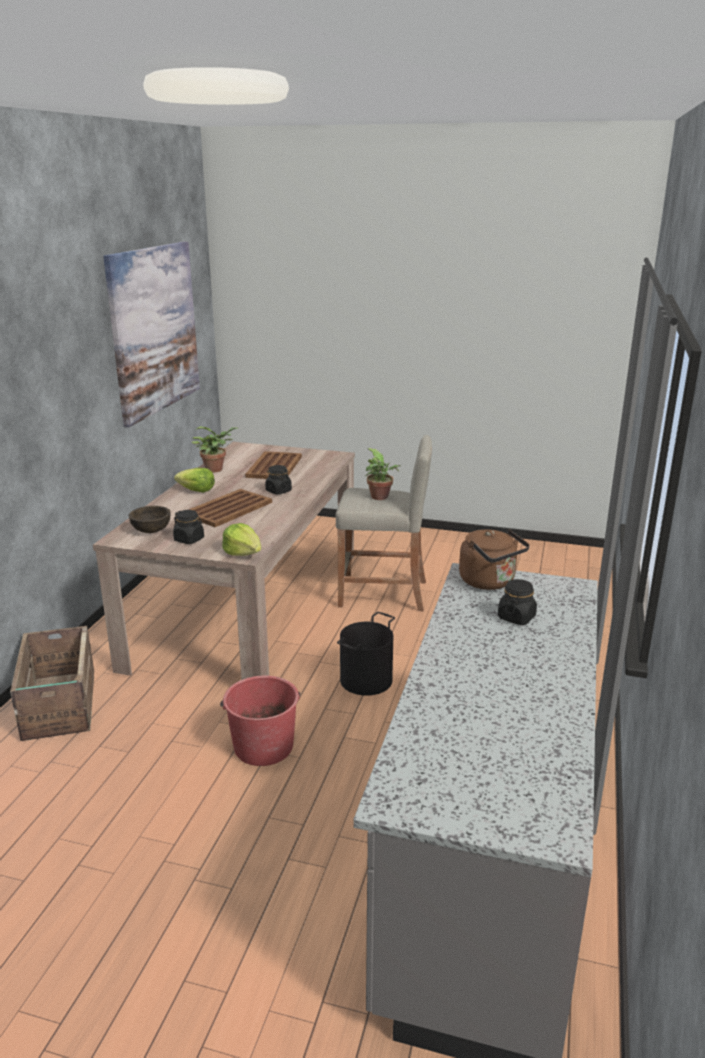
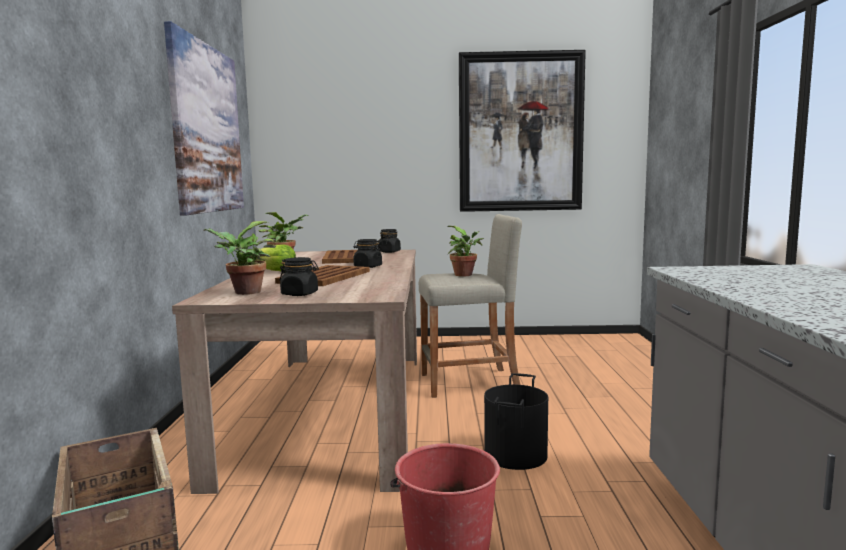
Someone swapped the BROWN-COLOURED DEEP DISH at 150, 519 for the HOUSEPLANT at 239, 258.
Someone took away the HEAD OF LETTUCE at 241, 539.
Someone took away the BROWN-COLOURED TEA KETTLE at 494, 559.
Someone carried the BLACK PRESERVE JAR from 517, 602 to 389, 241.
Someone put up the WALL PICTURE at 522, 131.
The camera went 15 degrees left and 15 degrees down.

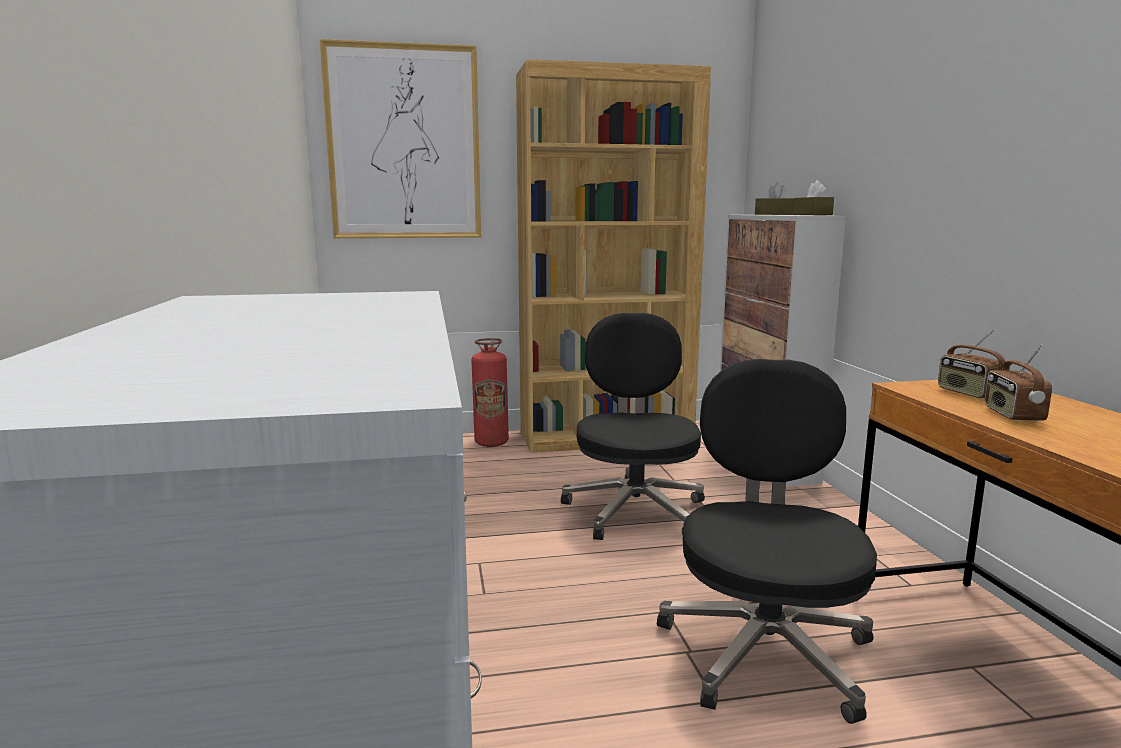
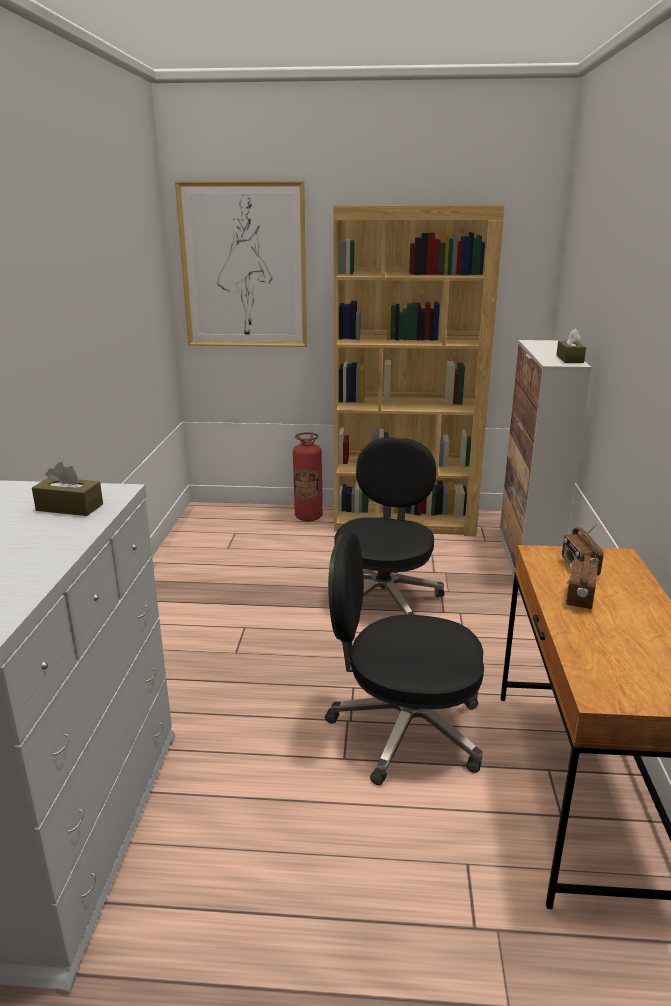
Someone carried the BROWN-COLOURED TISSUE BOX from 774, 198 to 67, 489.
Someone rotated the BLACK COMPUTER CHAIR at 767, 541 by 105 degrees counterclockwise.
The camera went 15 degrees right and 10 degrees up.

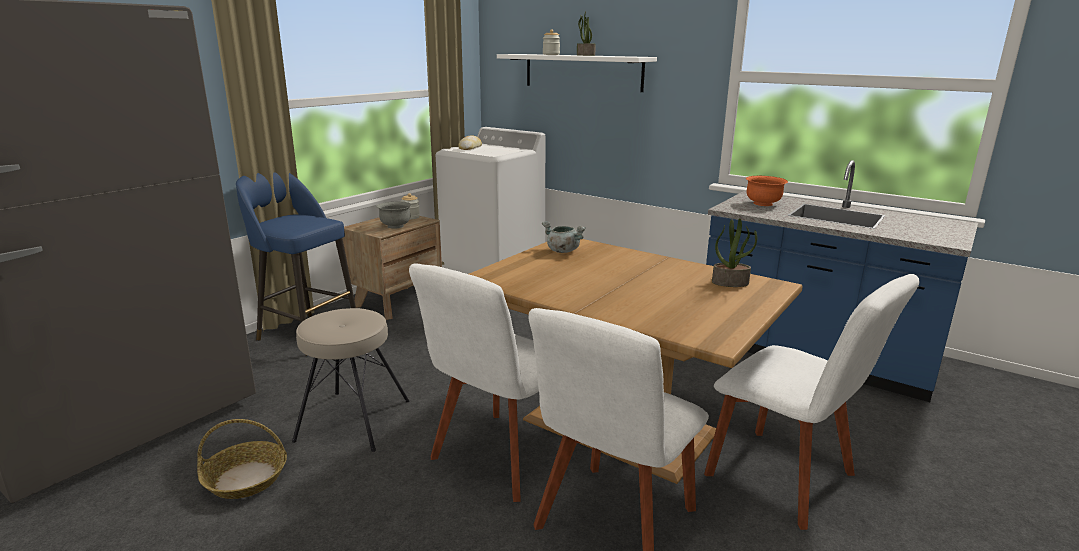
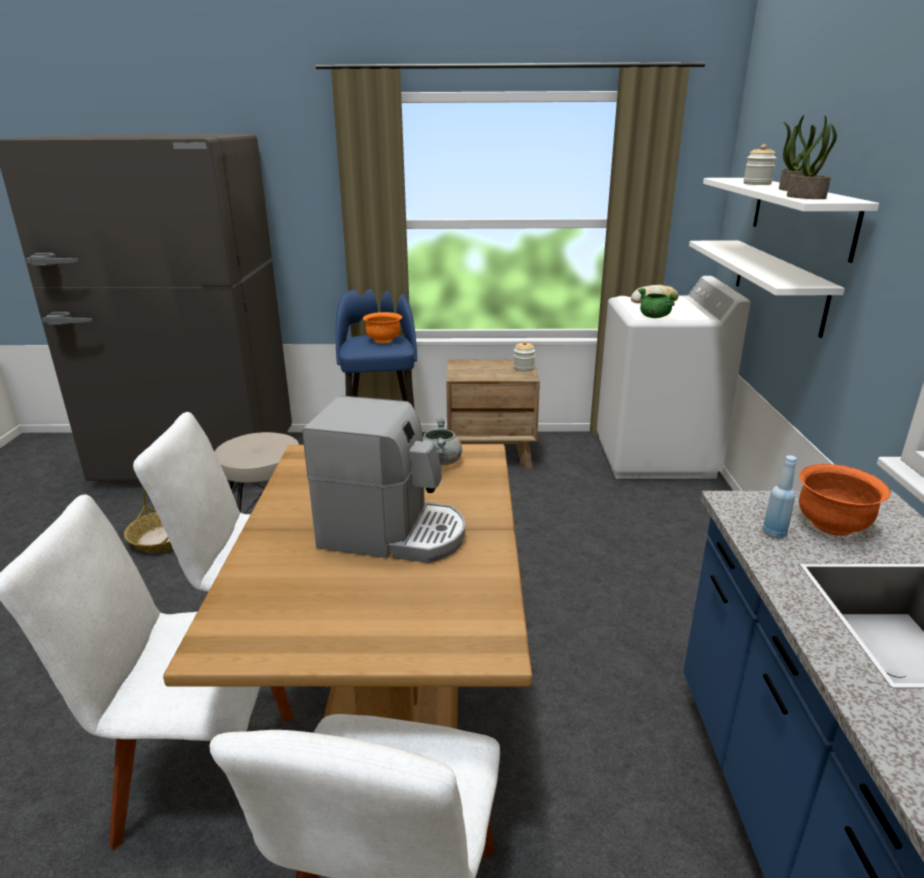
Someone took away the GRAY DEEP DISH at 394, 215.
Someone carried the HOUSEPLANT from 734, 252 to 812, 157.
Someone put up the WHITE-COLOURED BRACKET SHELF at 767, 289.
Someone put down the GREENISH STOCKPOT at 658, 303.
Someone put down the ORANGE-COLOURED DEEP DISH at 382, 327.
Someone put down the COFFEE MACHINE at 384, 479.
Someone put down the BLUE DRINK BOTTLE at 780, 497.
The camera went 55 degrees right and 5 degrees up.

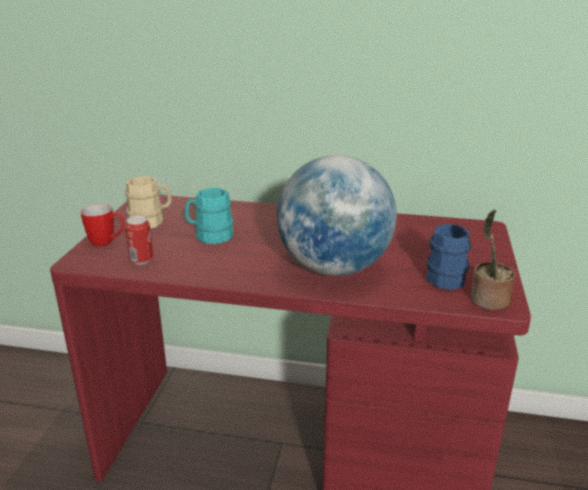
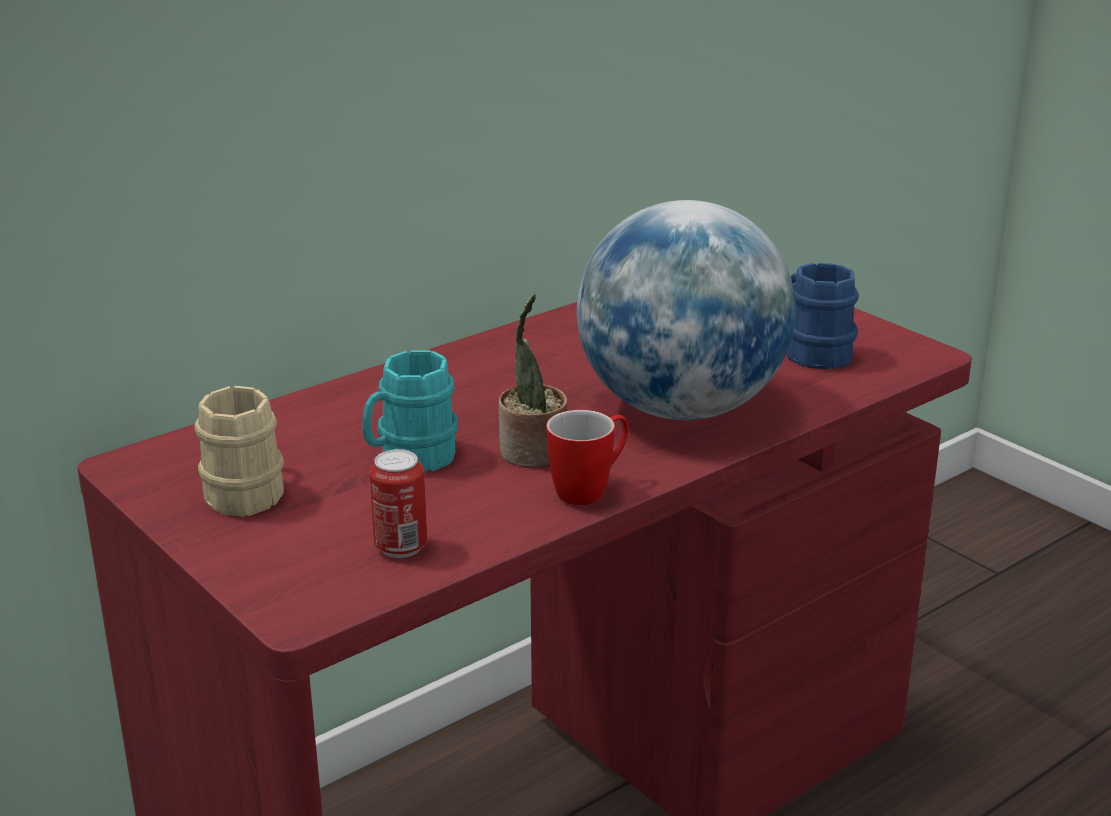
Someone carried the TEA MUG from 102, 225 to 587, 457.
Someone carried the HOUSEPLANT from 493, 259 to 533, 380.
The camera went 50 degrees left and 0 degrees up.

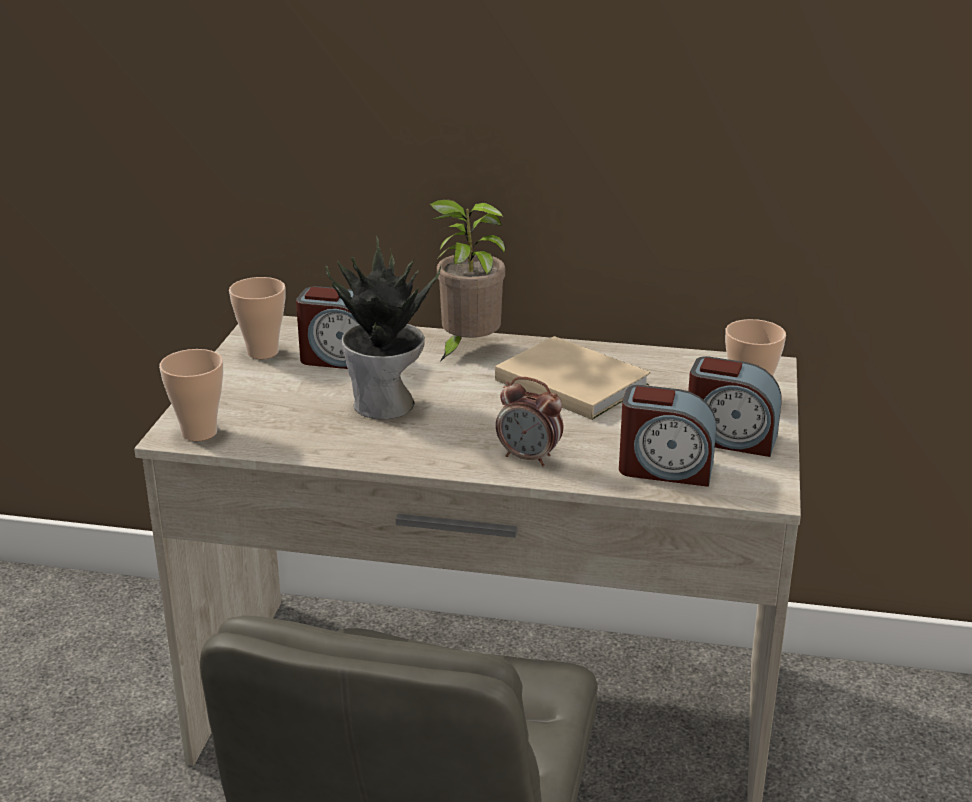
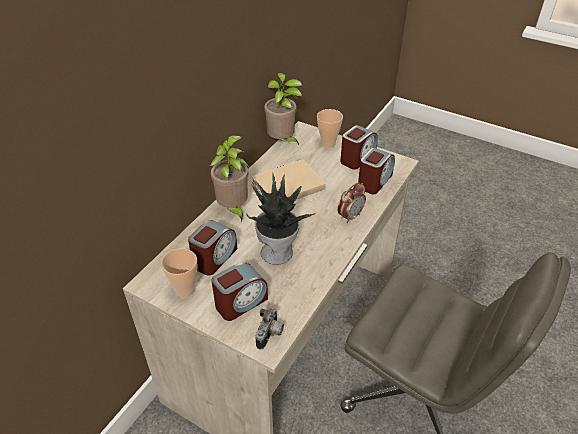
Someone swapped the DRINKING CUP at 191, 395 for the PHOTO CAMERA at 269, 328.
Someone put down the HOUSEPLANT at 283, 109.
Someone put down the BEDSIDE CLOCK at 240, 292.
The camera went 70 degrees left and 15 degrees up.

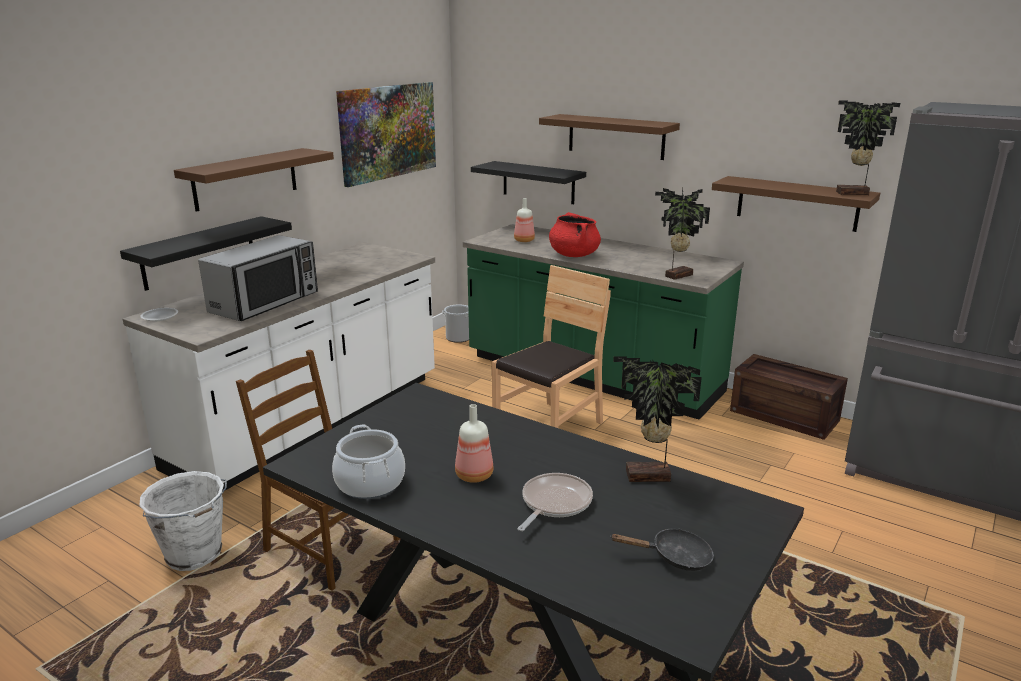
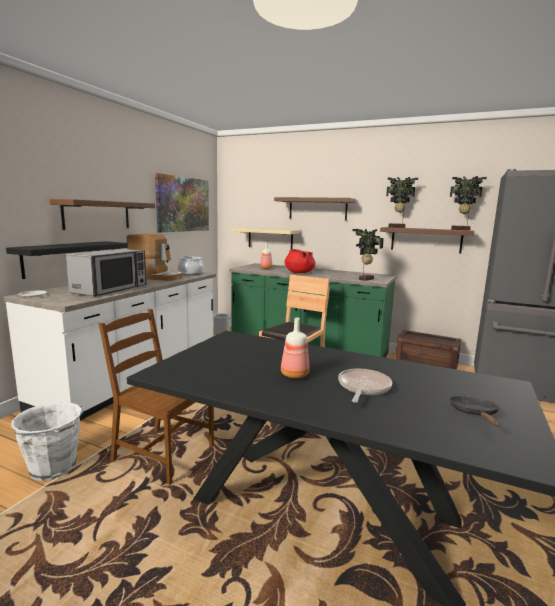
Someone repainted the BLACK BRACKET SHELF at 528, 182, which became the SAND-COLOURED BRACKET SHELF at 265, 239.
Someone carried the HOUSEPLANT from 657, 419 to 402, 202.
Someone carried the STOCKPOT from 368, 462 to 191, 265.
Someone rotated the BLACK PAN at 662, 550 by 75 degrees counterclockwise.
Someone put down the COFFEE MACHINE at 154, 257.
The camera went 10 degrees left and 10 degrees down.

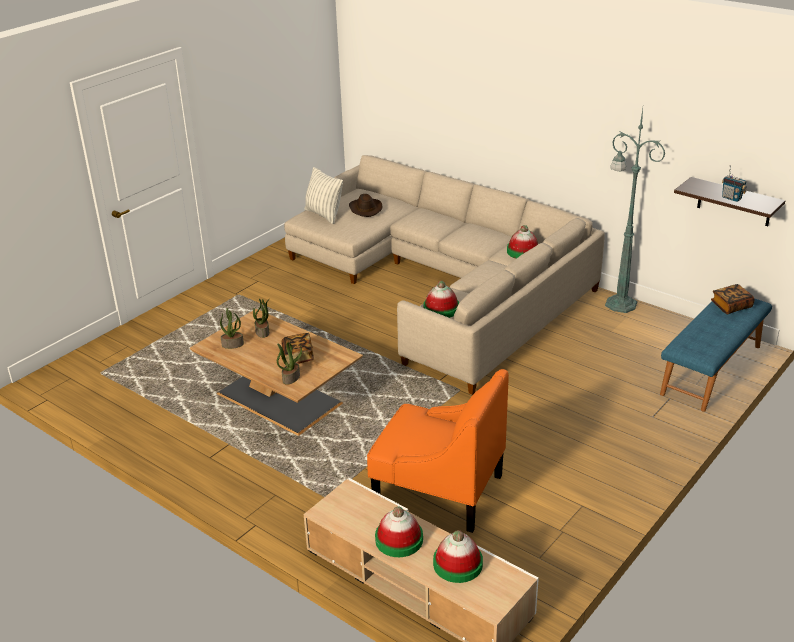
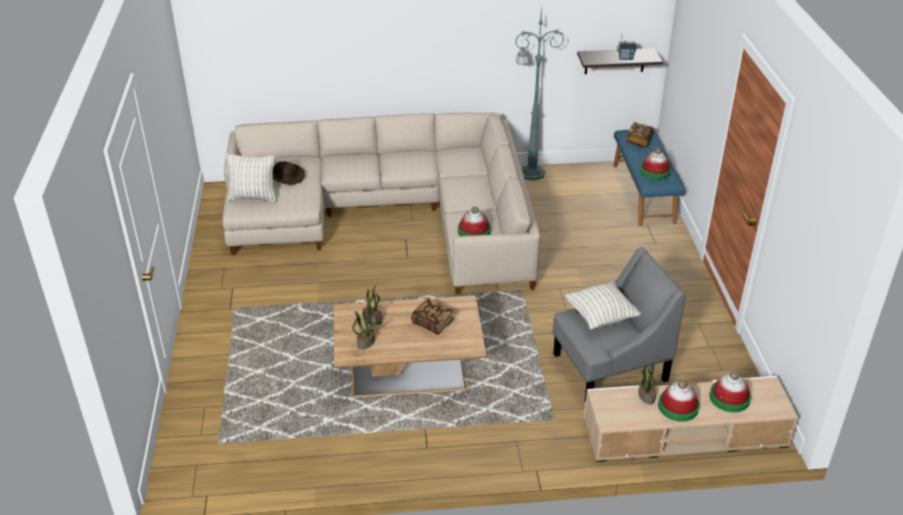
Someone carried the HAT from 522, 242 to 655, 164.
Someone carried the HOUSEPLANT from 289, 363 to 647, 383.
Someone repainted the ORANGE-COLOURED LOUNGE CHAIR at 438, 451, which became the GRAY LOUNGE CHAIR at 619, 324.
Someone put down the THROW PILLOW at 603, 305.
The camera went 45 degrees left and 5 degrees up.

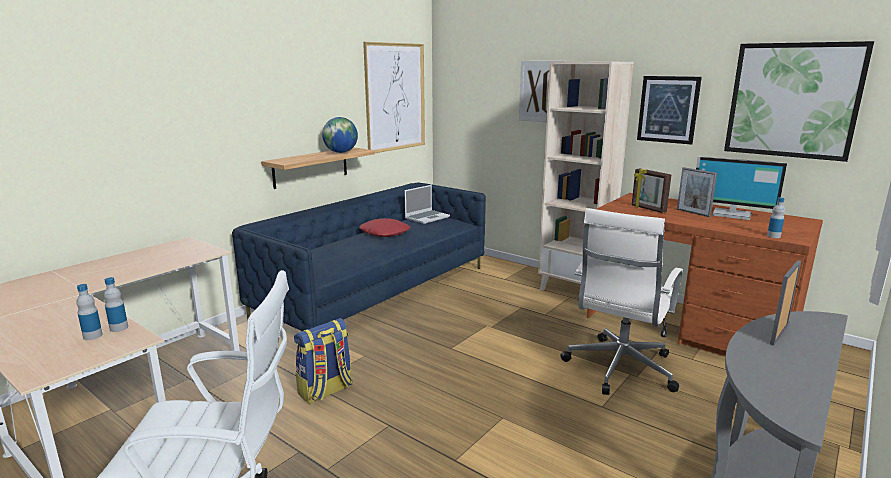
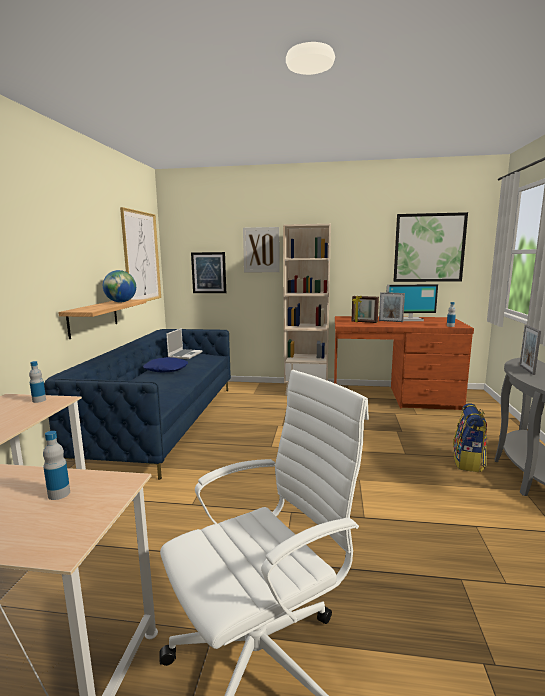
Someone carried the WALL PICTURE from 669, 110 to 208, 272.
Someone took away the WHITE-COLOURED COMPUTER CHAIR at 621, 301.
Someone repainted the RED THROW PILLOW at 384, 227, which became the BLUE THROW PILLOW at 165, 365.
Someone carried the DRINK BOTTLE from 116, 304 to 37, 382.
Someone carried the BACKPACK from 323, 361 to 470, 437.
The camera went 30 degrees left and 5 degrees down.

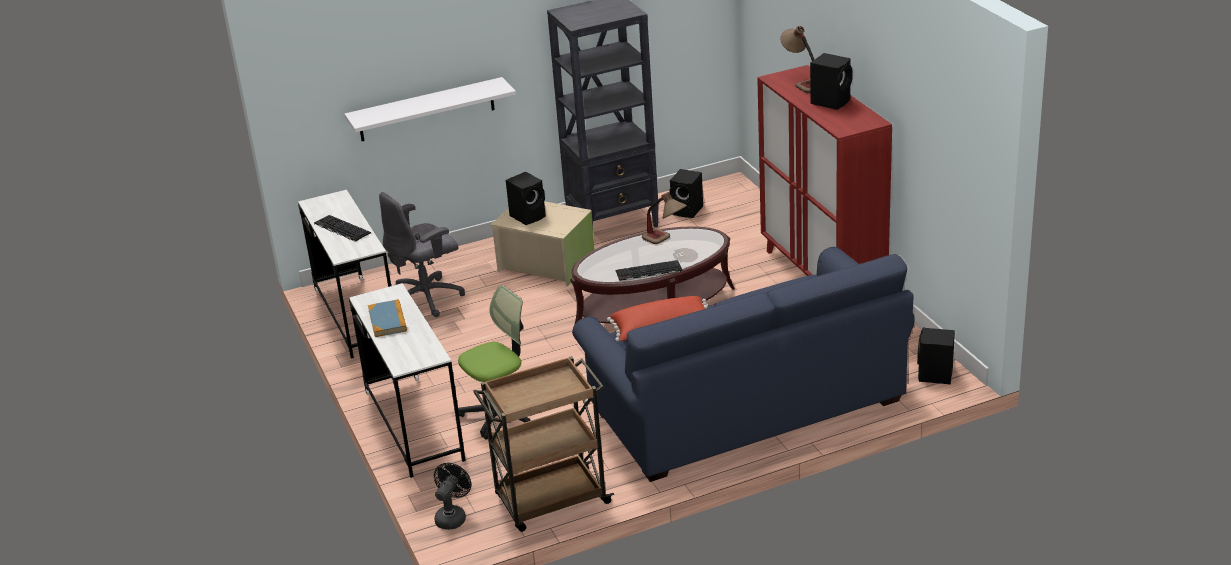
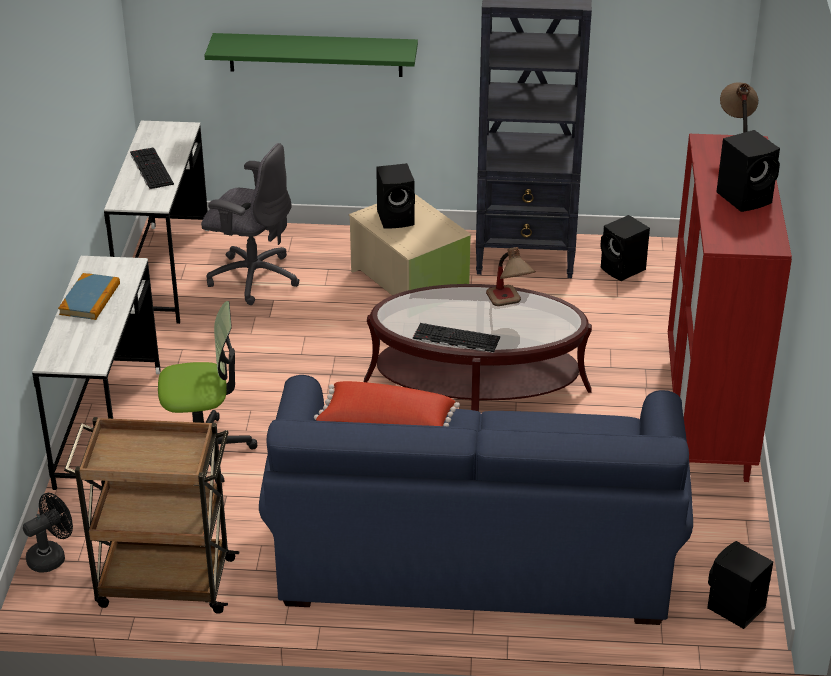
Someone repainted the WHITE-COLOURED BRACKET SHELF at 430, 109, which became the GREENISH BRACKET SHELF at 311, 55.
Someone rotated the GRAY COMPUTER CHAIR at 422, 254 by 150 degrees counterclockwise.
The camera went 25 degrees right and 5 degrees up.

